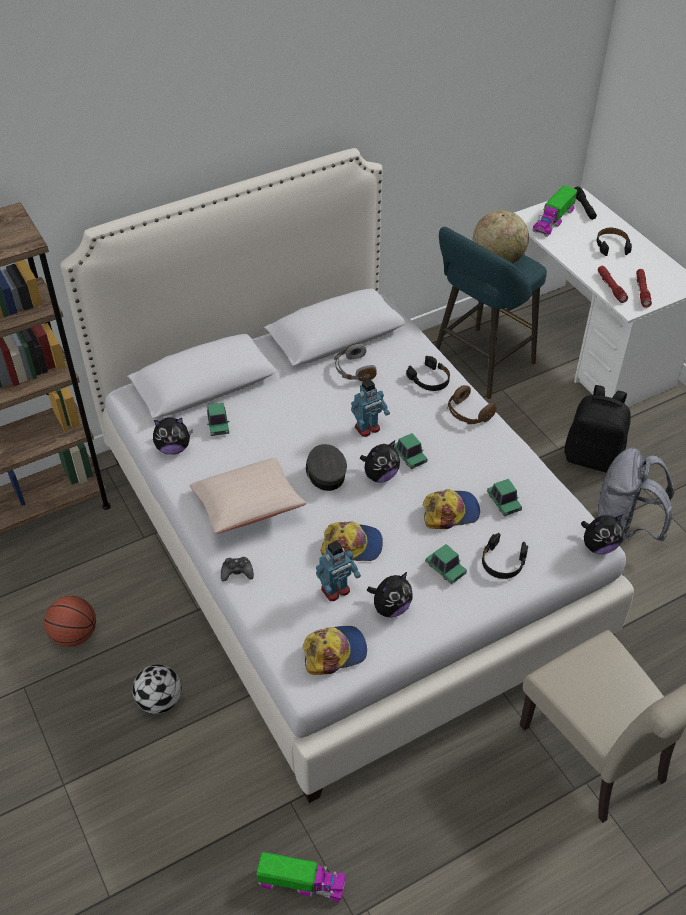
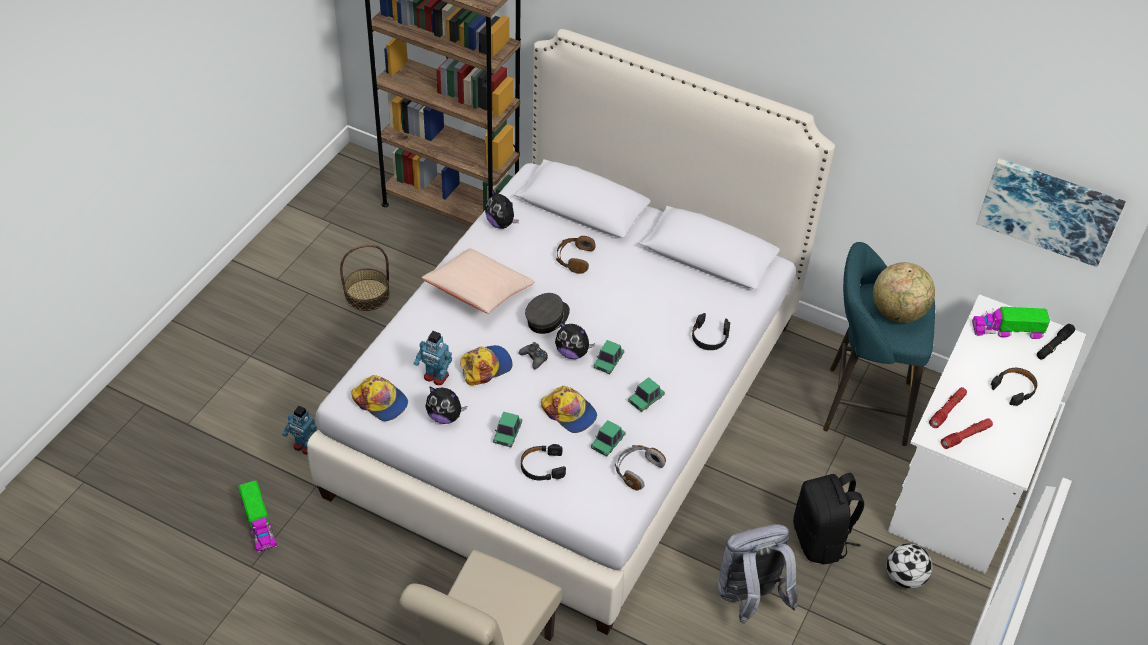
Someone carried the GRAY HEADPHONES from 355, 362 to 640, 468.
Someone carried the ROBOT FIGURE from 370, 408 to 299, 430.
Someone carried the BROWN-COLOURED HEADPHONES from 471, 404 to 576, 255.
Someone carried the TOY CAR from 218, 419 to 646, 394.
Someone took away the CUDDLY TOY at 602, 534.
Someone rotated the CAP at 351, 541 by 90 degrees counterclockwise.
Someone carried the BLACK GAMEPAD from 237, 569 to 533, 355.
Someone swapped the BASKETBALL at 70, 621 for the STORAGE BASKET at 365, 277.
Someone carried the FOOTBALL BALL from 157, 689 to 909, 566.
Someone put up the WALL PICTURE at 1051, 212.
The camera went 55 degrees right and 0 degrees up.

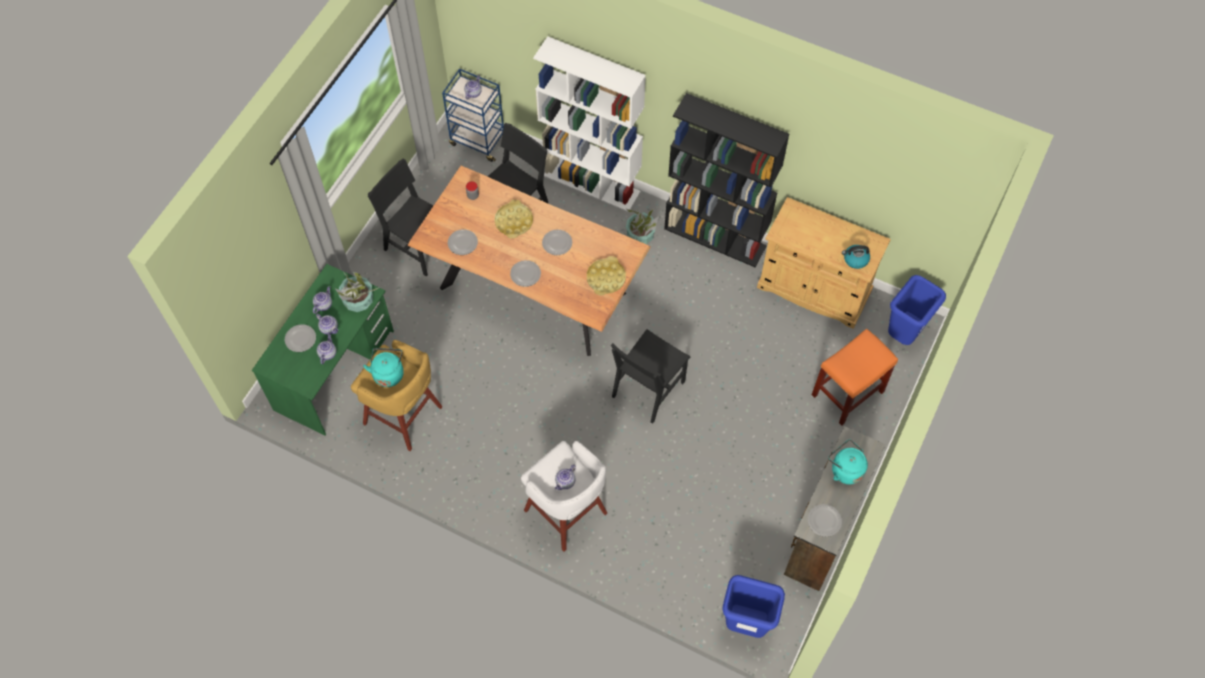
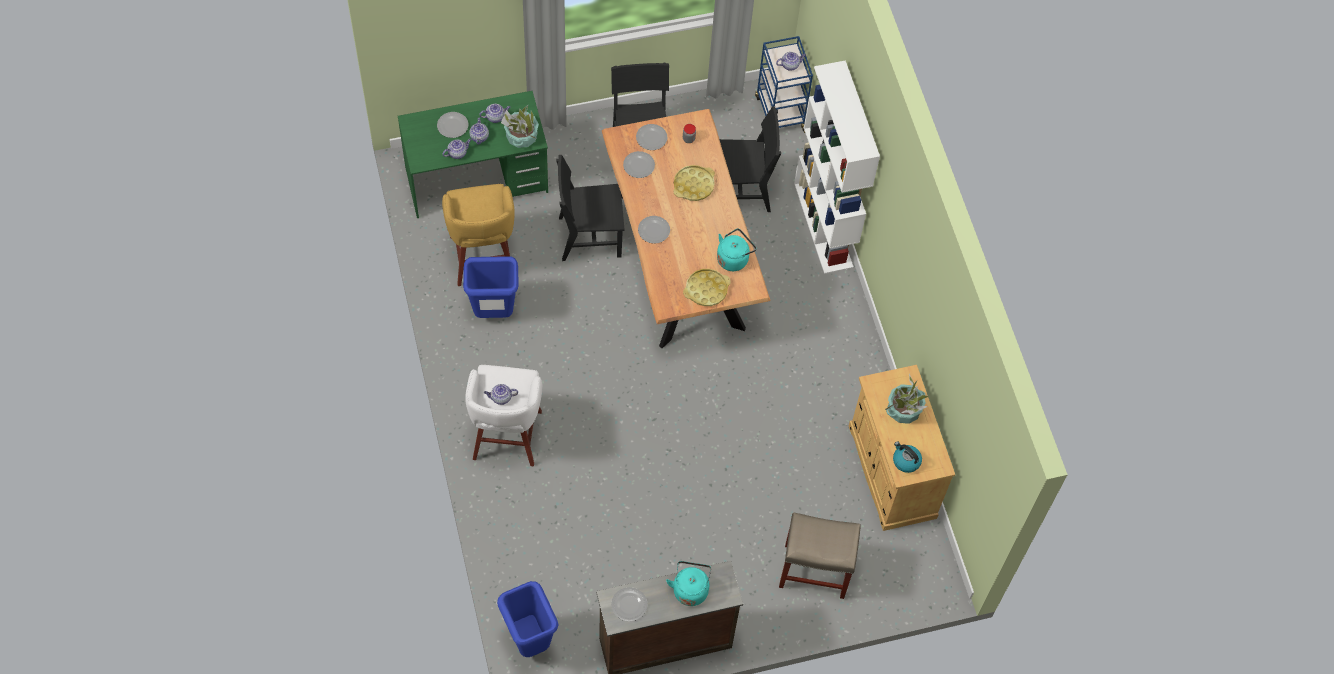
Someone took away the BLACK SHELVING UNIT at 726, 180.
Someone carried the HOUSEPLANT from 642, 226 to 907, 399.
Someone carried the DINNER PLATE from 557, 242 to 651, 137.
Someone carried the BLUE RUBBISH BIN from 917, 310 to 490, 287.
Someone carried the BLACK PLAIN CHAIR from 650, 376 to 590, 208.
Someone repainted the ORANGE-COLOURED STOOL SEAT at 855, 377, which became the SAND-COLOURED STOOL SEAT at 820, 555.
Someone carried the TURQUOISE TEA KETTLE from 383, 367 to 737, 249.
The camera went 45 degrees right and 0 degrees up.

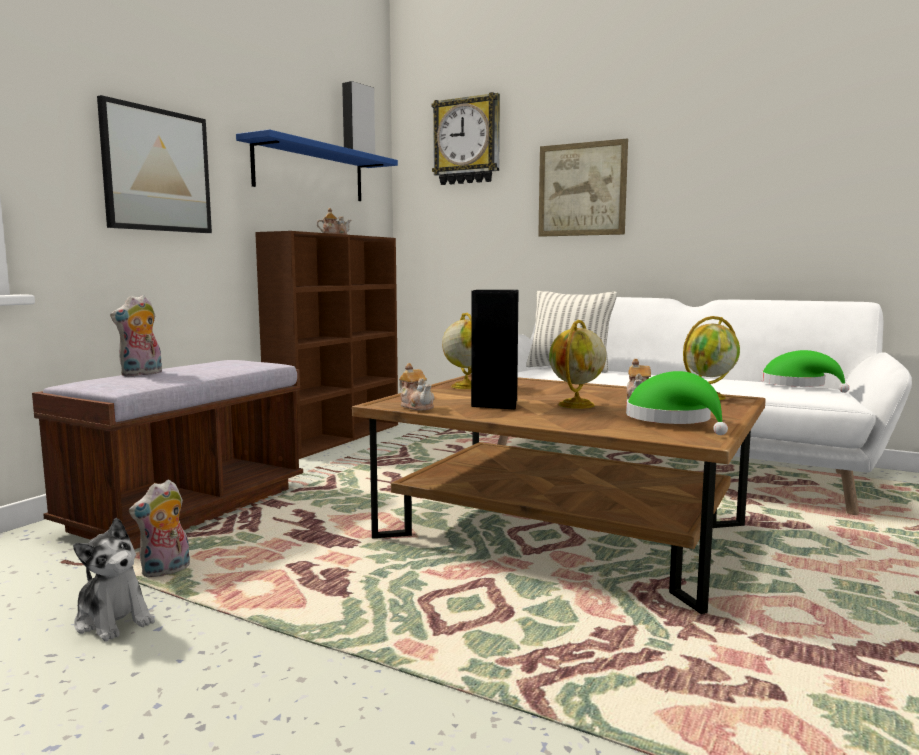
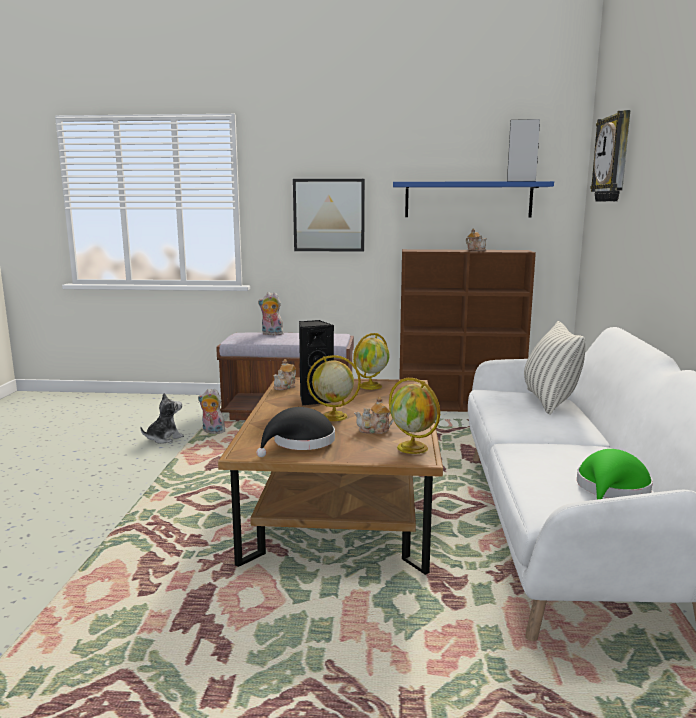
Someone took away the WALL PICTURE at 583, 188.
Someone repainted the GREENISH HAT at 677, 403, which became the BLACK HAT at 296, 432.
Someone rotated the CUDDLY TOY at 114, 580 by 150 degrees counterclockwise.
The camera went 65 degrees right and 5 degrees up.

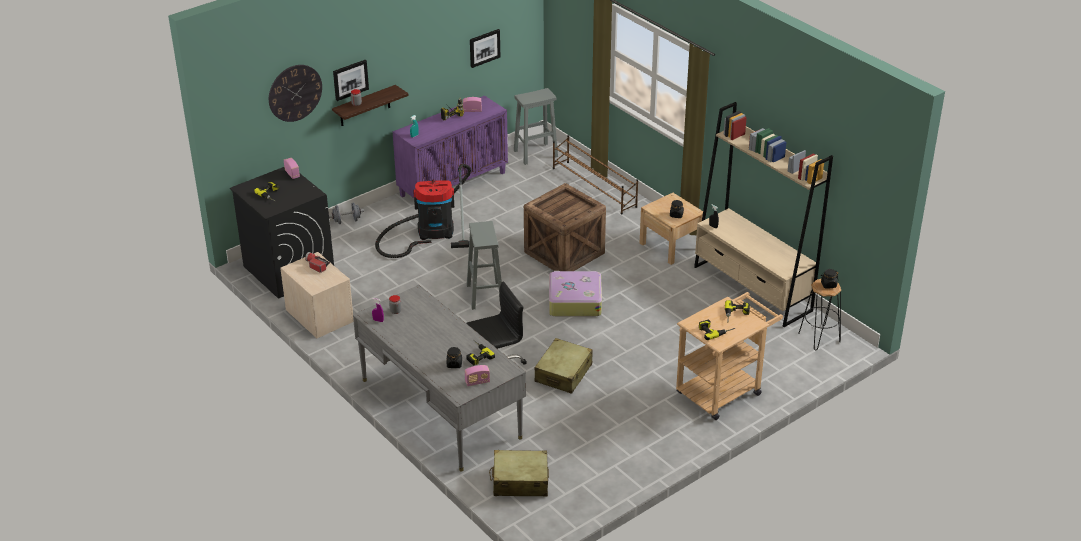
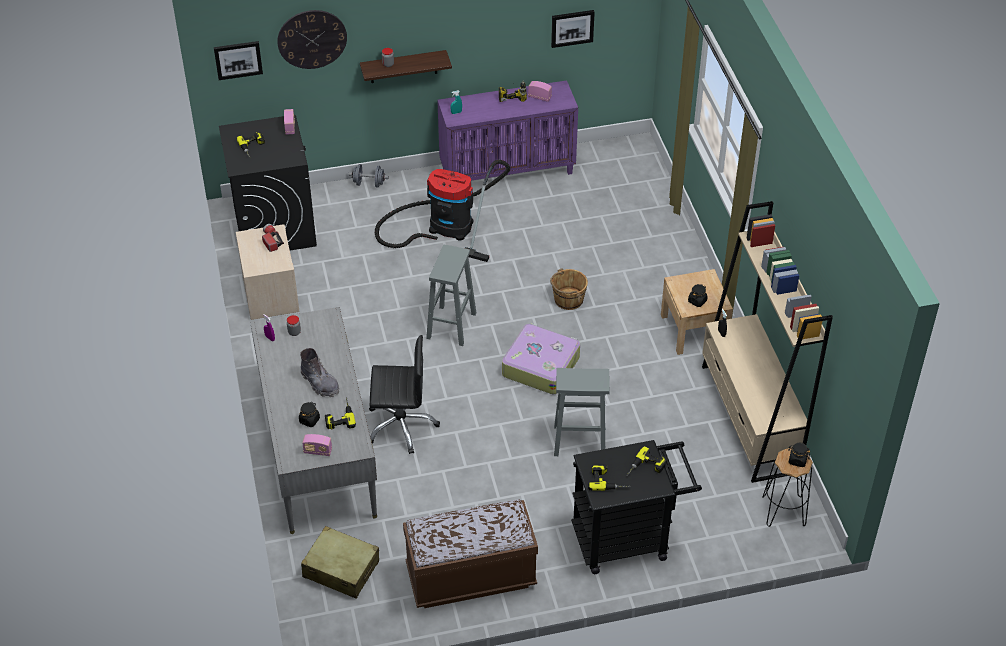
Someone carried the WALL PICTURE from 351, 80 to 238, 60.
Someone carried the GRAY STOOL SEAT from 536, 126 to 582, 412.
Someone took away the BROWN-COLOURED SHOE RACK at 595, 175.
Someone swapped the CRATE at 565, 227 for the BROWN-COLOURED BUCKET at 569, 289.
Someone repainted the SAND-COLOURED CART at 729, 356, which became the BLACK CART at 636, 507.
Someone took away the SAND-COLOURED TRAVEL CASE at 564, 366.
Someone put down the GRAY TALL BOOT at 319, 372.
Someone put down the BROWN-COLOURED BENCH at 470, 553.
The camera went 25 degrees right and 10 degrees up.

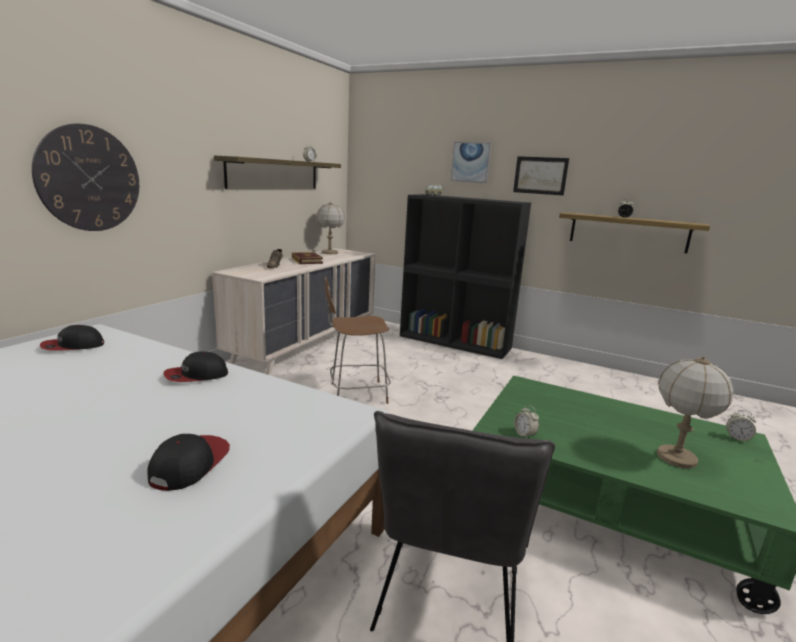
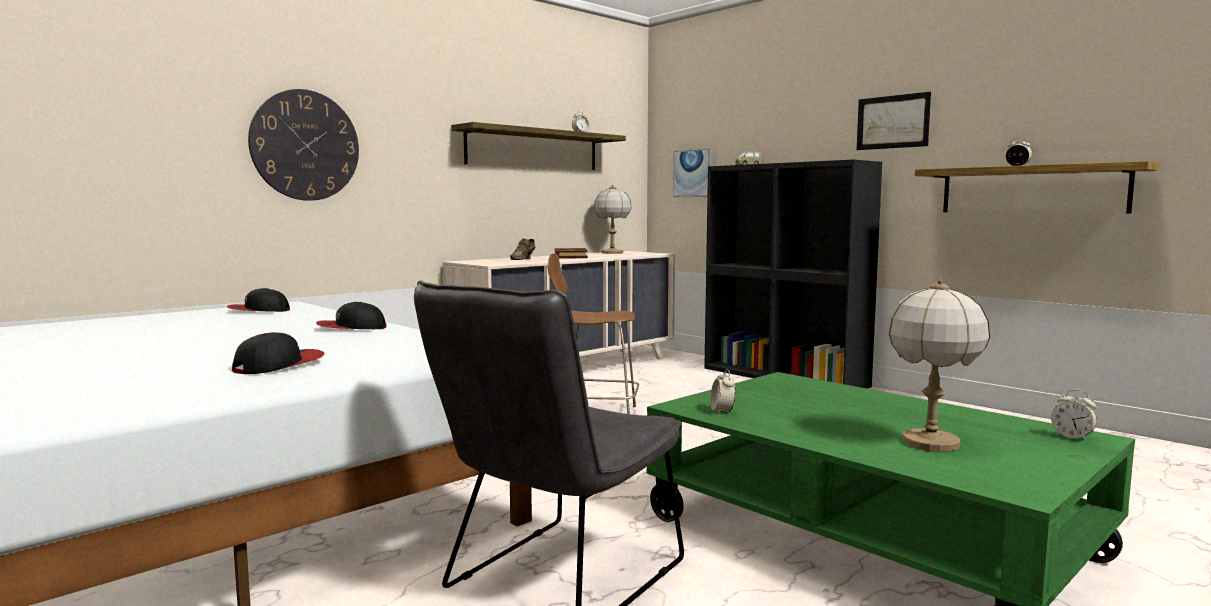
Someone carried the WALL PICTURE from 471, 162 to 692, 172.
The camera went 20 degrees right and 10 degrees down.

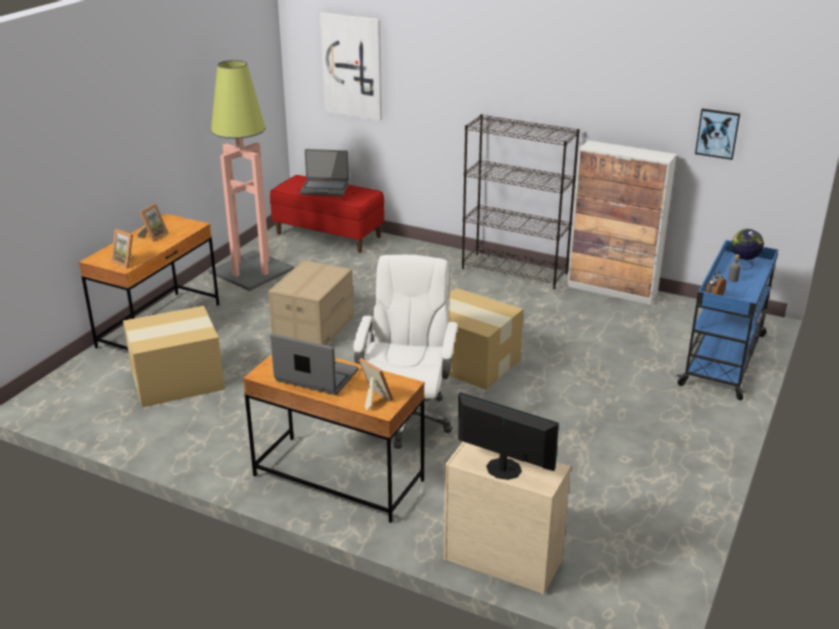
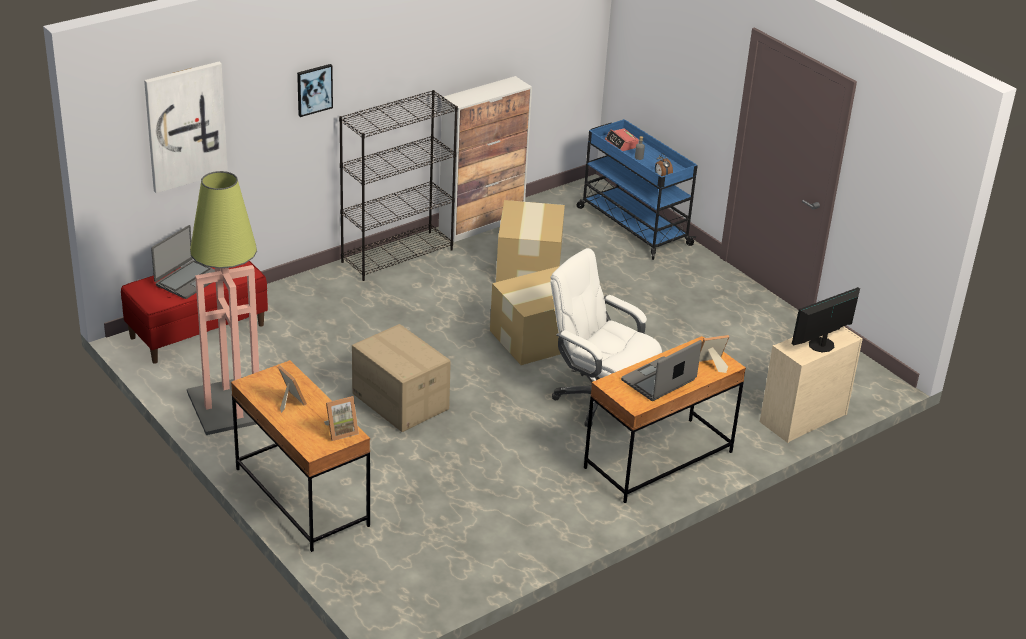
Someone carried the WALL PICTURE from 717, 134 to 315, 90.
Someone swapped the WORLD GLOBE at 747, 249 for the BEDSIDE CLOCK at 622, 139.
Someone carried the PACKING BOX from 174, 356 to 530, 241.
The camera went 65 degrees left and 5 degrees up.

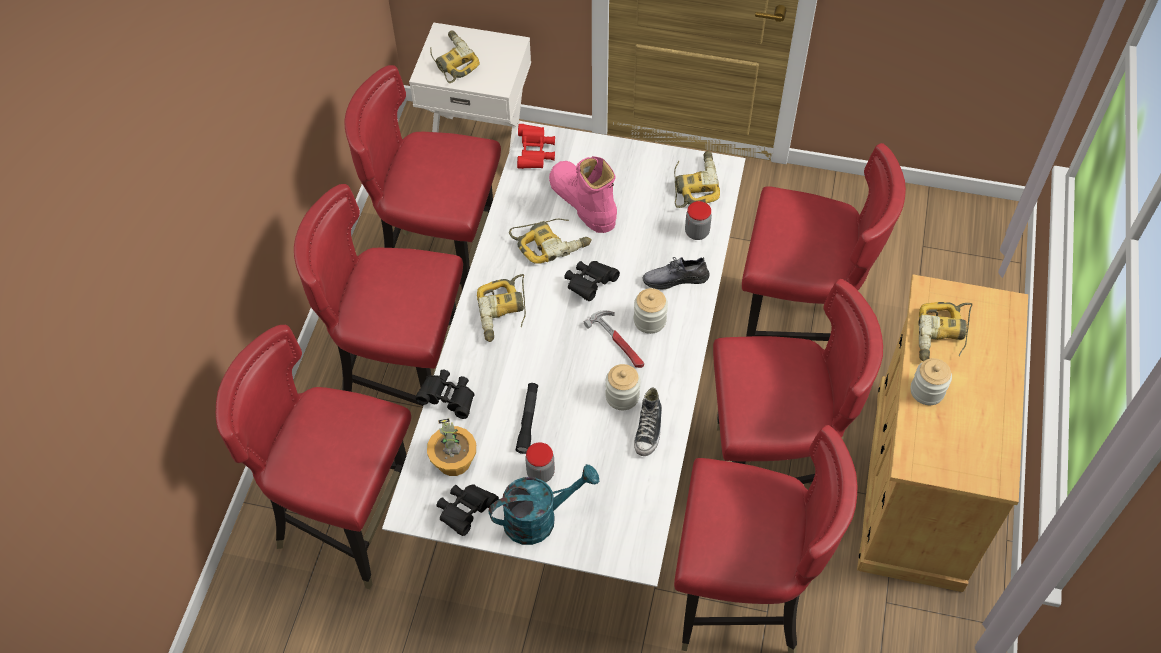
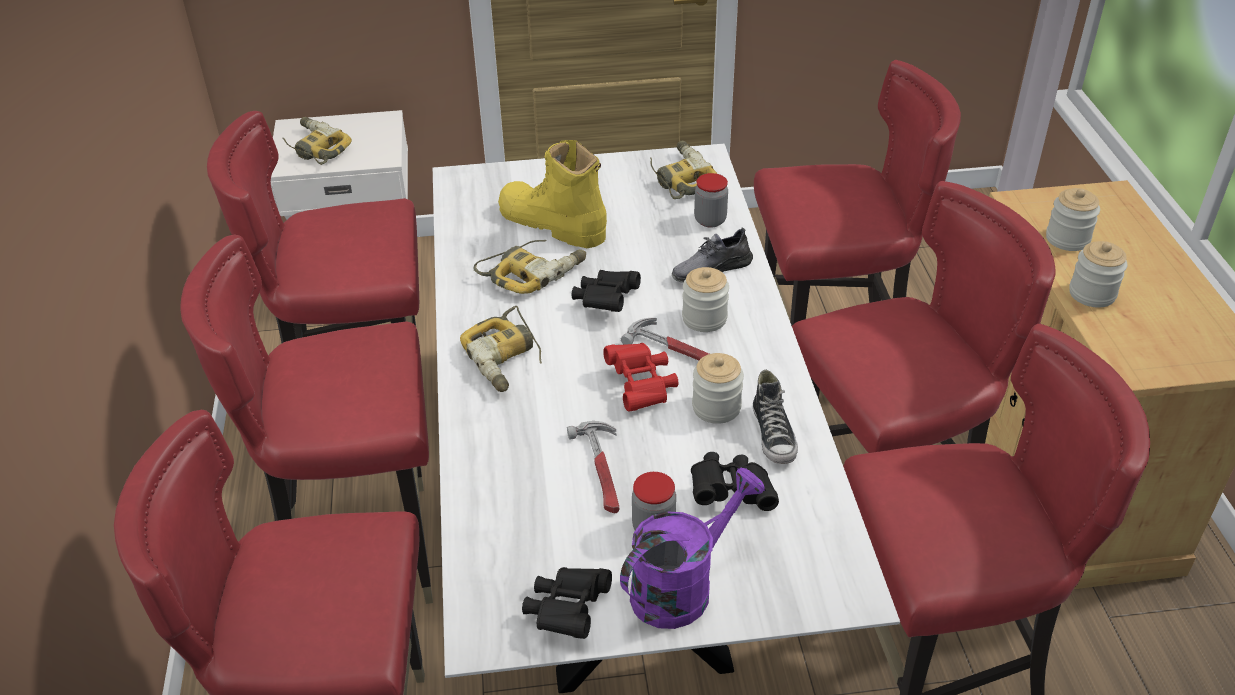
Someone carried the RED PAIR OF BINOCULARS from 536, 146 to 640, 377.
Someone repainted the PINK TALL BOOT at 583, 194, which became the YELLOWISH TALL BOOT at 552, 194.
Someone swapped the POWER DRILL at 945, 332 for the PRESERVE JAR at 1073, 219.
Someone carried the BLACK PAIR OF BINOCULARS from 445, 394 to 735, 481.
Someone swapped the BLACK FLASHLIGHT at 527, 418 for the TOOL HAMMER at 593, 467.
Someone took away the HOUSEPLANT at 451, 447.
Someone repainted the TURQUOISE SPRINKLING CAN at 544, 504, which became the PURPLE SPRINKLING CAN at 692, 548.
The camera went 20 degrees left and 15 degrees down.

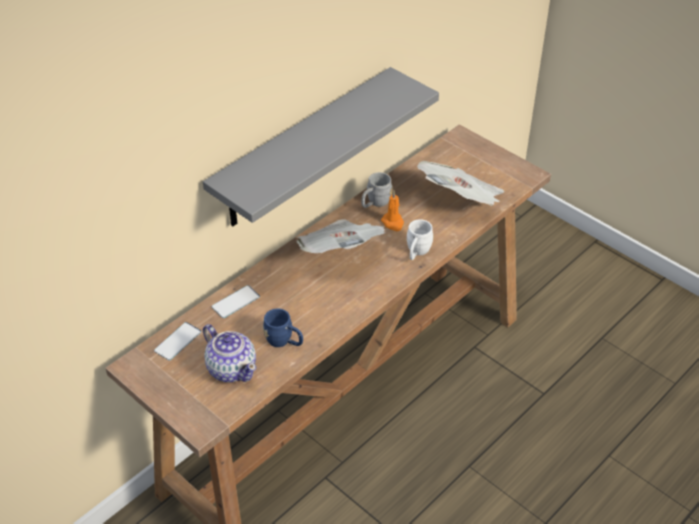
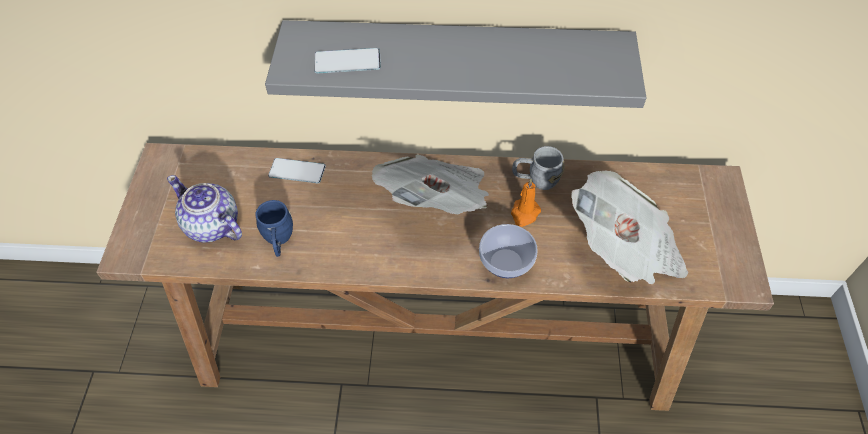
Someone swapped the WHITE-COLOURED TEA MUG at 420, 239 for the DEEP DISH at 508, 251.
Someone carried the TELEPHONE from 177, 341 to 347, 60.
Someone rotated the POT FOR TEA at 229, 353 by 120 degrees clockwise.
The camera went 50 degrees right and 10 degrees up.

